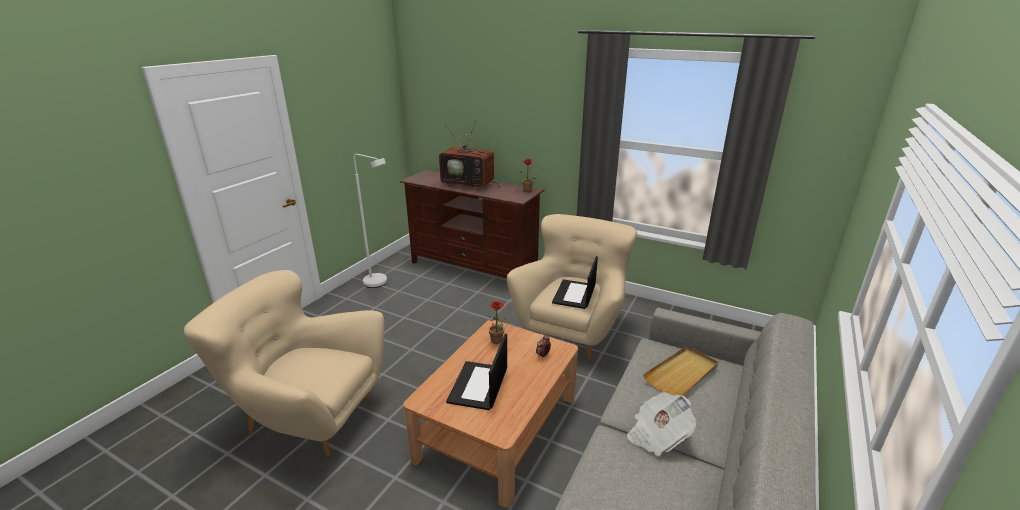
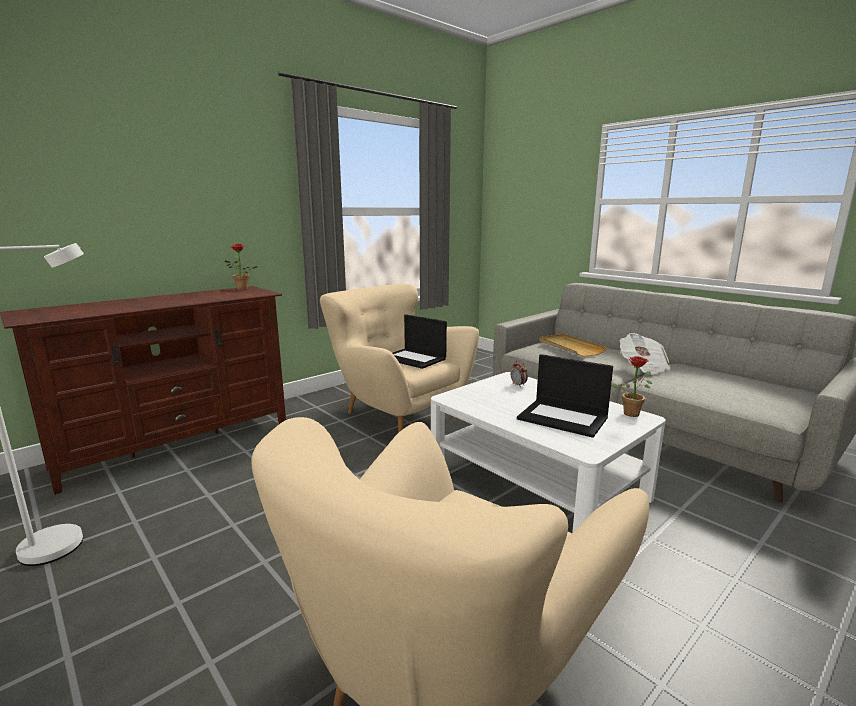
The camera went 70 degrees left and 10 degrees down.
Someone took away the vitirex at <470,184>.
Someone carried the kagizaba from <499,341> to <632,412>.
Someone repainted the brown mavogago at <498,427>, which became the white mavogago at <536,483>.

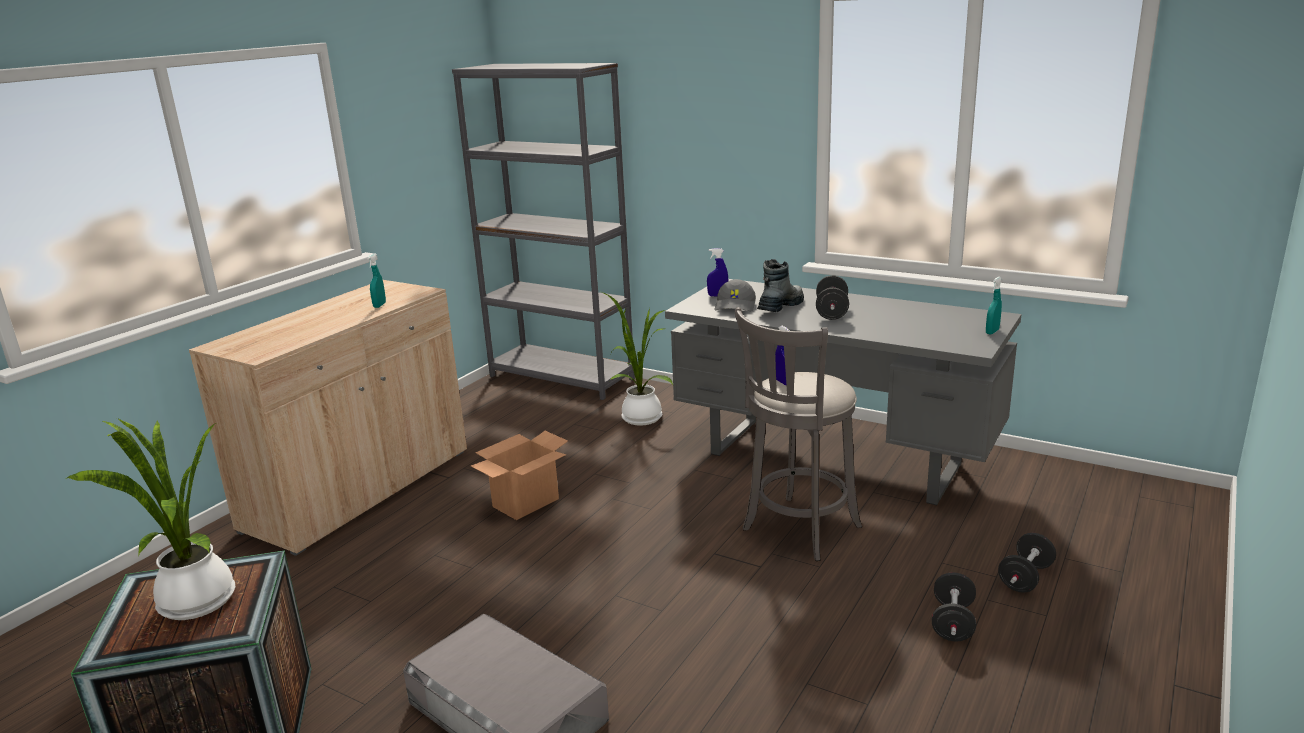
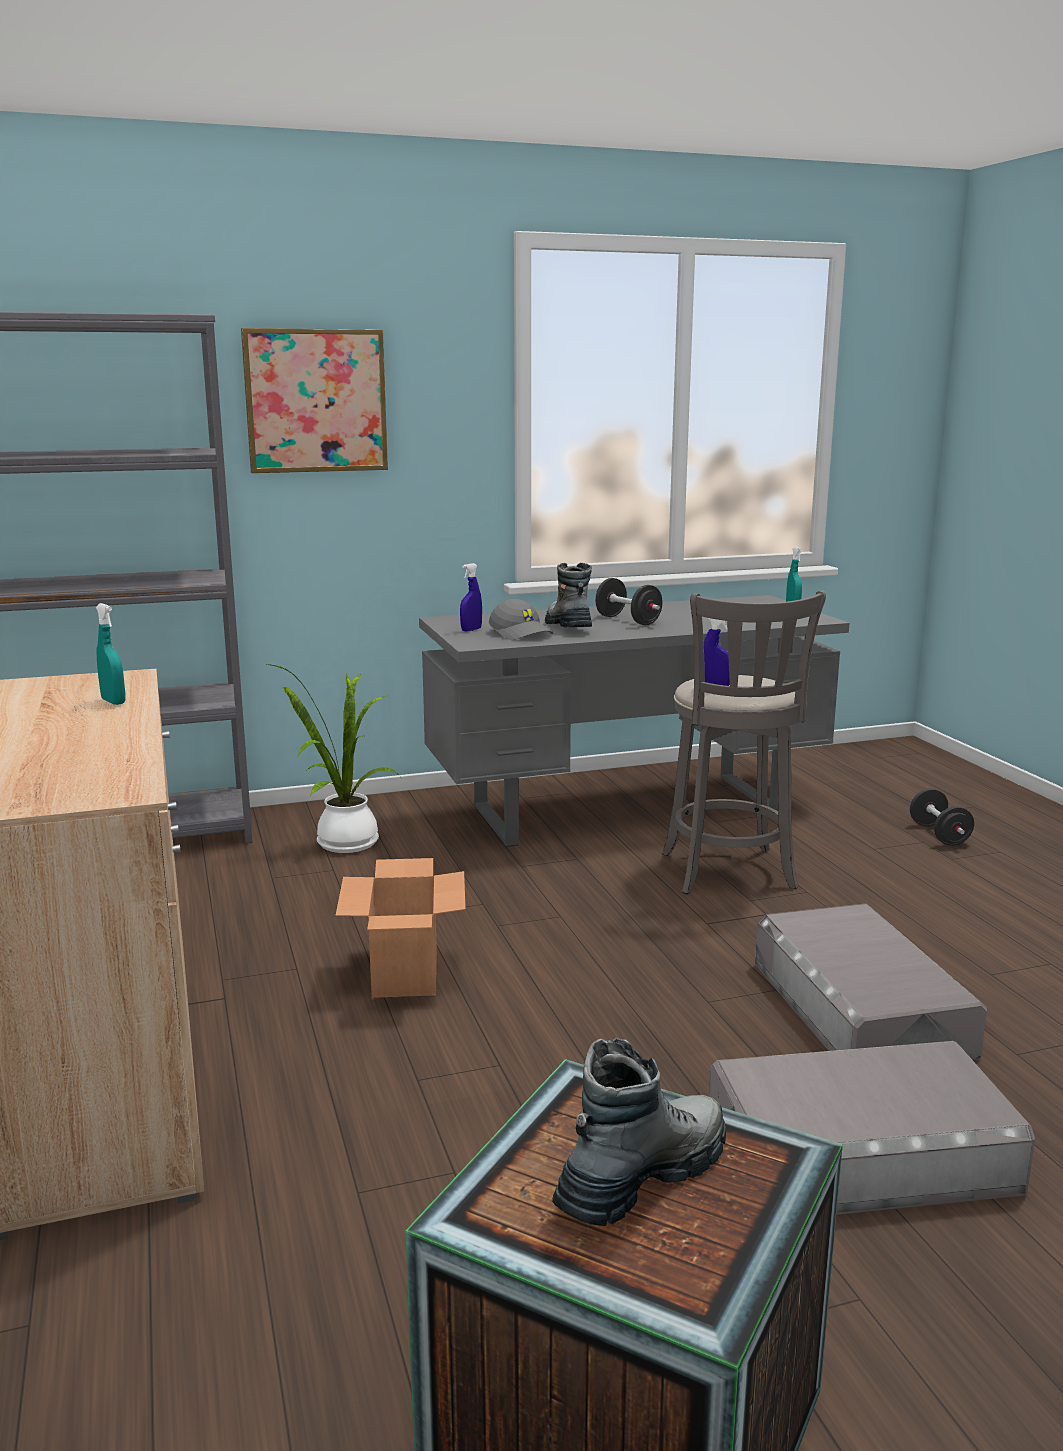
The camera went 50 degrees left and 5 degrees down.
Someone swapped the kagizaba at <194,605> for the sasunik at <642,1177>.
Someone took away the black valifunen at <952,623>.
Someone put up the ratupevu at <316,401>.
Someone put down the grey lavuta at <860,1008>.

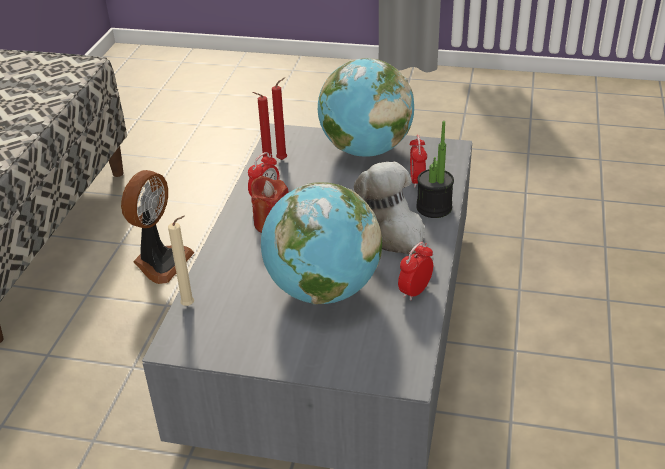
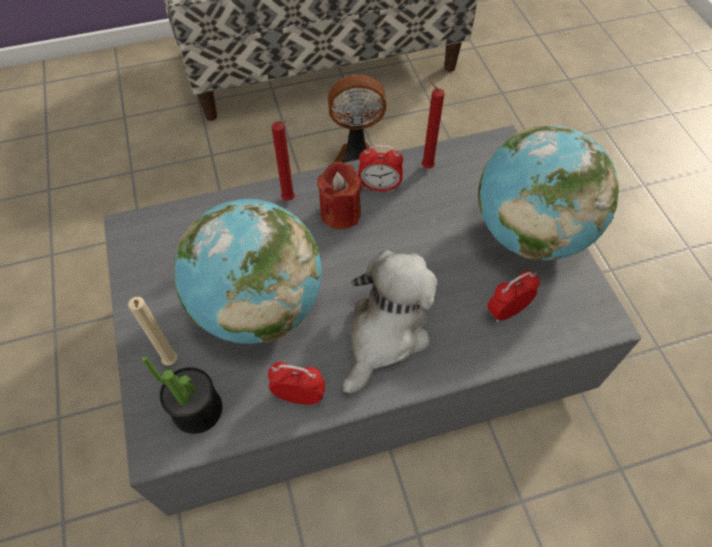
The camera went 60 degrees right and 20 degrees up.
Someone carried the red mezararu from <283,159> to <290,200>.
Someone carried the kagizaba from <434,208> to <197,410>.
Someone carried the beige mezararu from <190,305> to <172,363>.

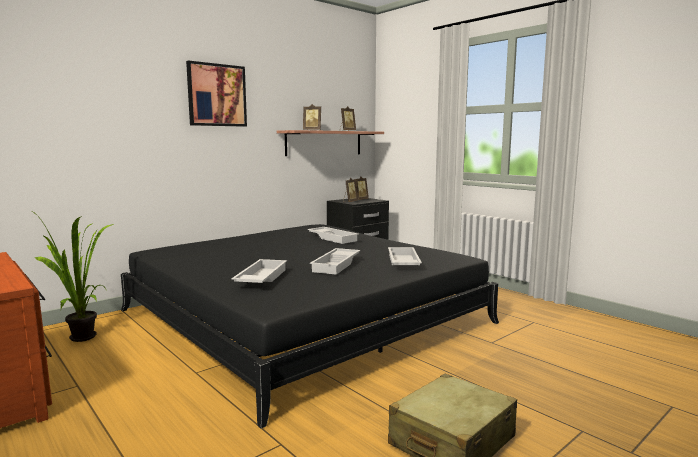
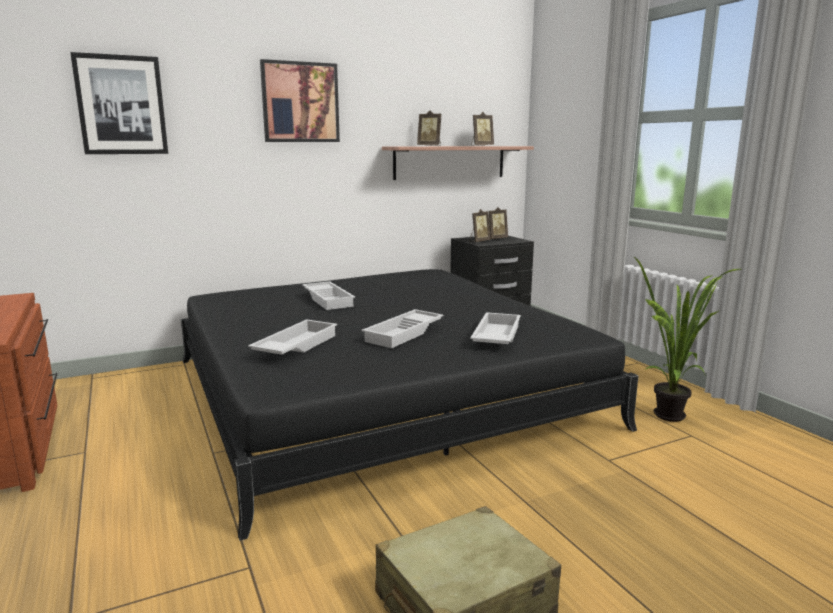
The camera went 15 degrees right and 5 degrees up.
Someone carried the kagizaba from <81,340> to <672,419>.
Someone carried the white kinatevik from <333,238> to <329,300>.
Someone put up the ratupevu at <121,105>.

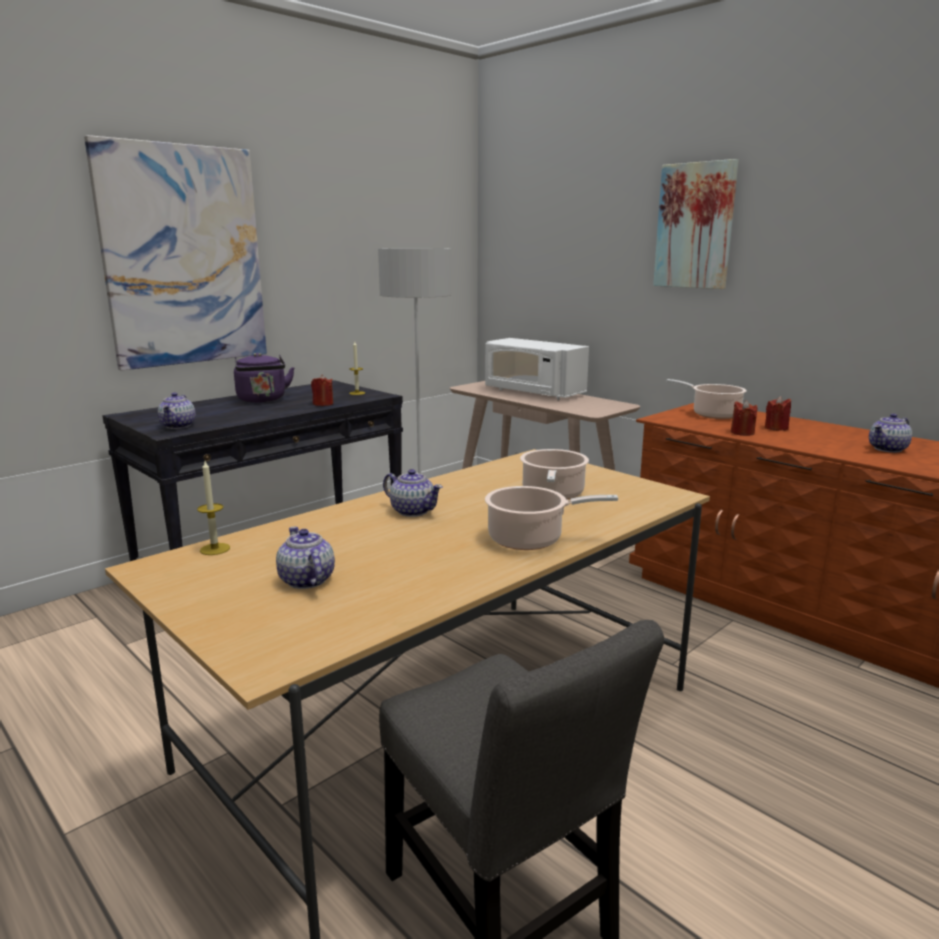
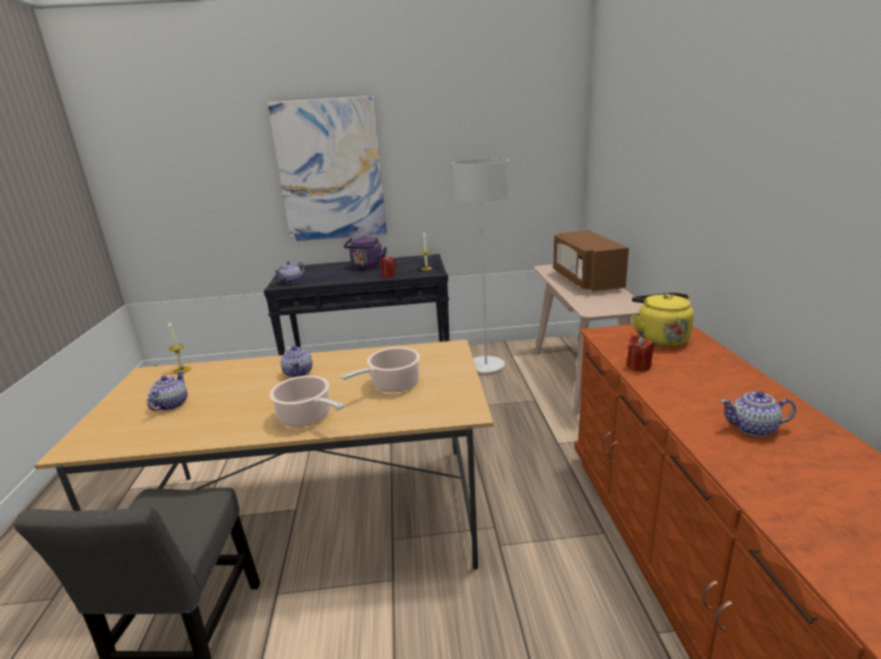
The camera went 40 degrees right and 5 degrees up.
Someone took away the ratupevu at <695,226>.
Someone repainted the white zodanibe at <533,392>, which became the brown zodanibe at <586,281>.
Someone swapped the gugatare at <713,414> for the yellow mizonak at <660,338>.
Someone took away the red mezararu at <776,428>.

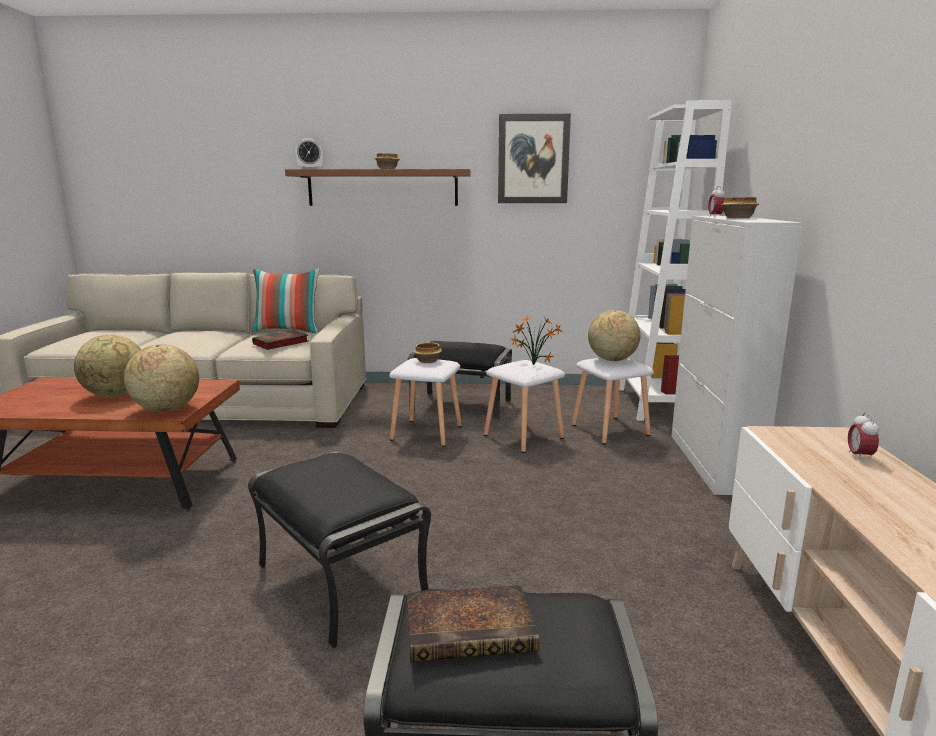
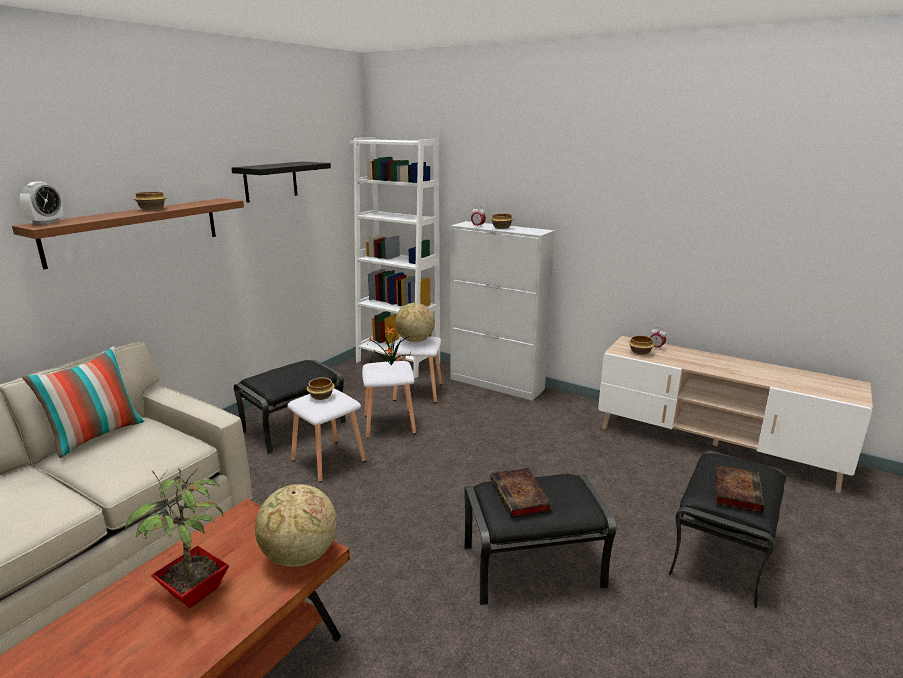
The camera went 60 degrees left and 5 degrees up.
Someone swapped the ratupevu at <533,159> for the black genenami at <270,181>.
Someone carried the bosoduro from <280,343> to <521,497>.
Someone swapped the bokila at <115,395> for the kagizaba at <192,594>.
Someone put down the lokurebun at <640,352>.

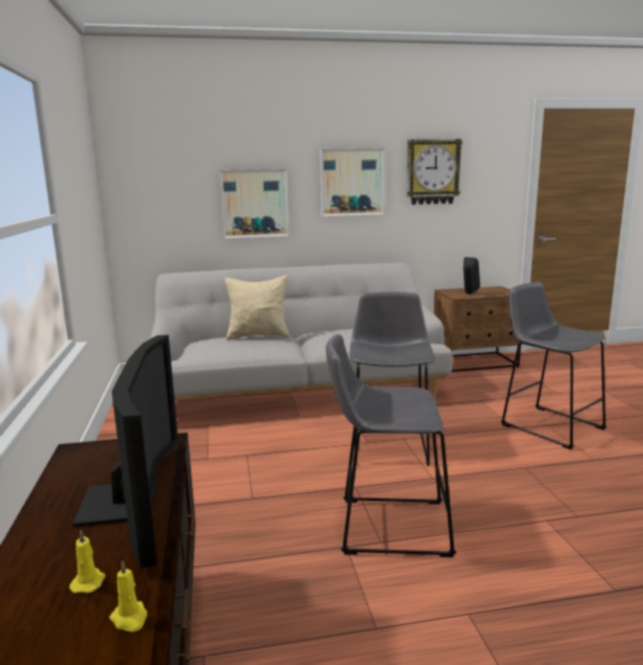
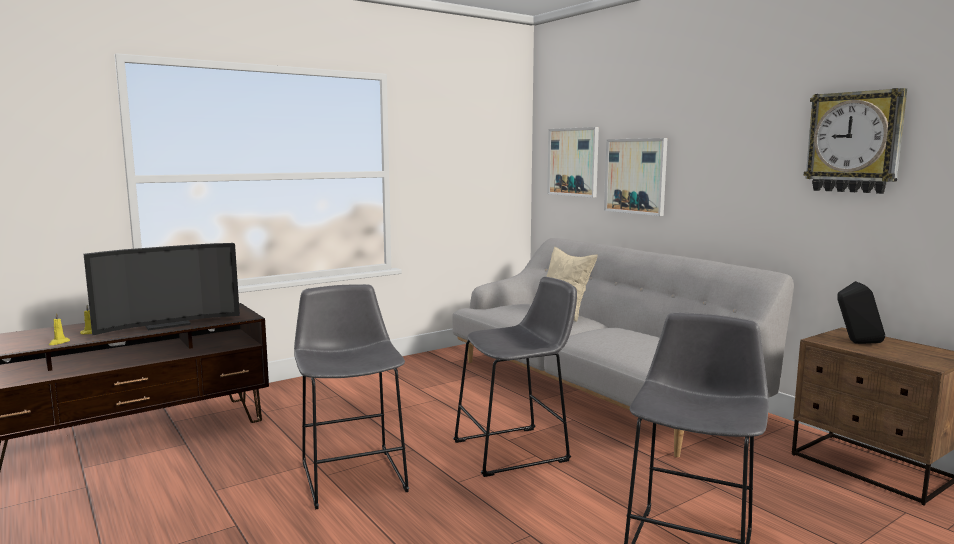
The camera went 65 degrees right and 5 degrees down.
Someone carried the ratupevu from <352,182> to <573,162>.

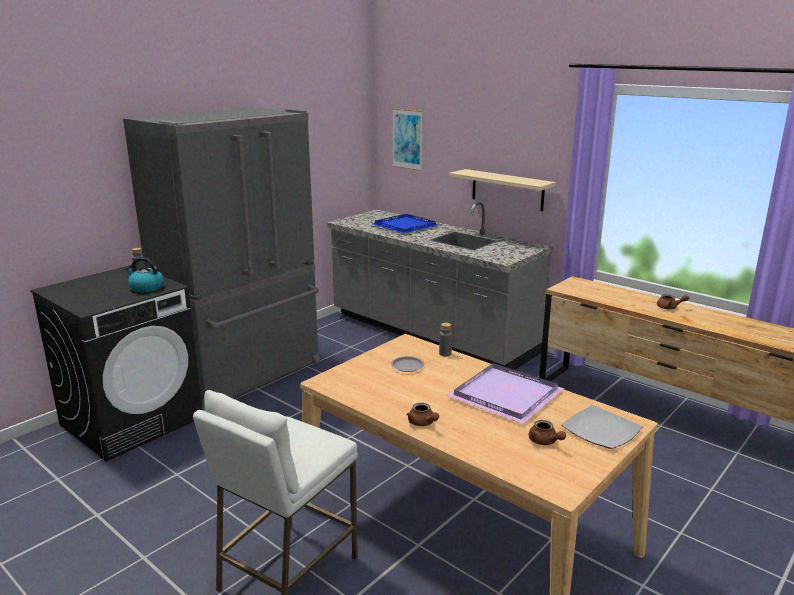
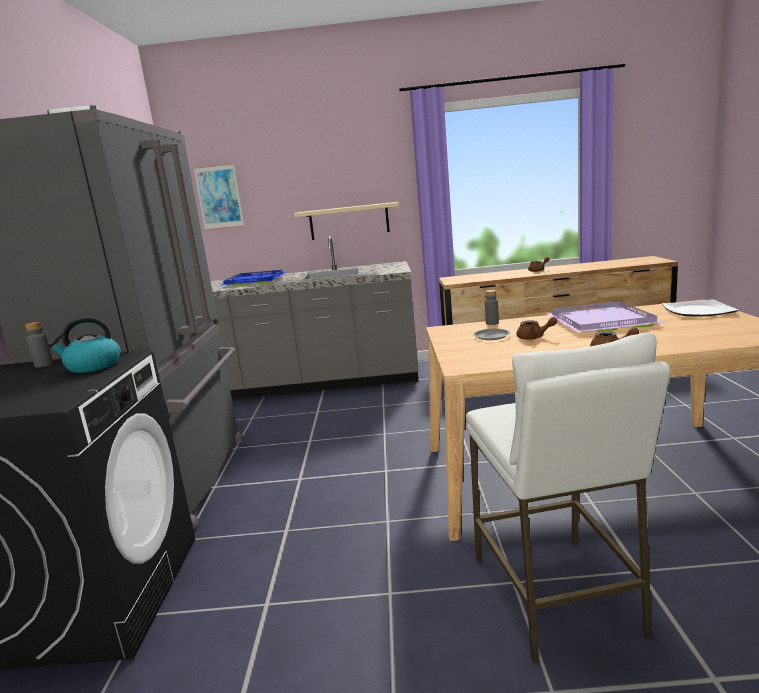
The camera went 40 degrees left and 5 degrees down.
Someone carried the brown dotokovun from <545,442> to <534,337>.

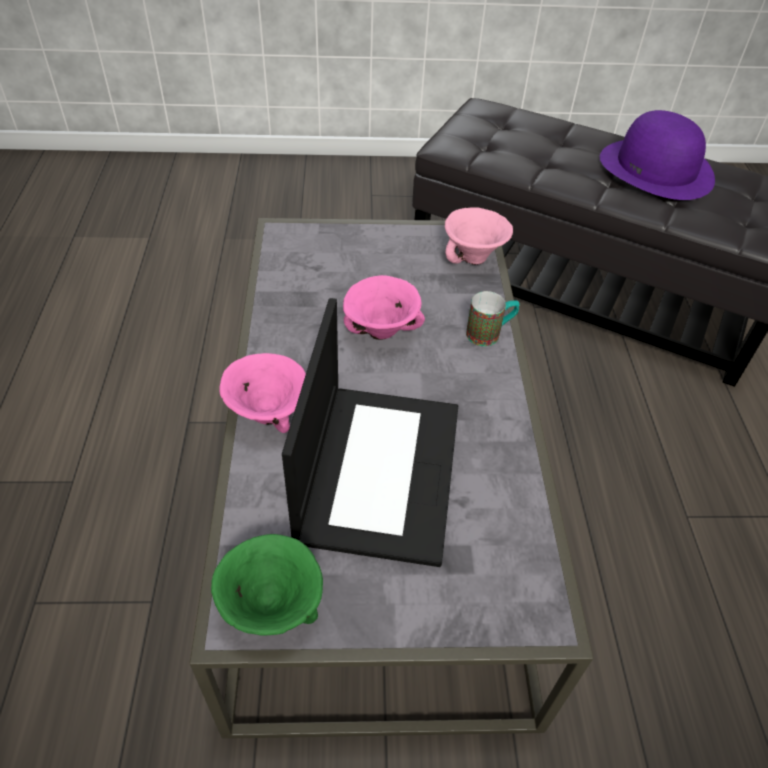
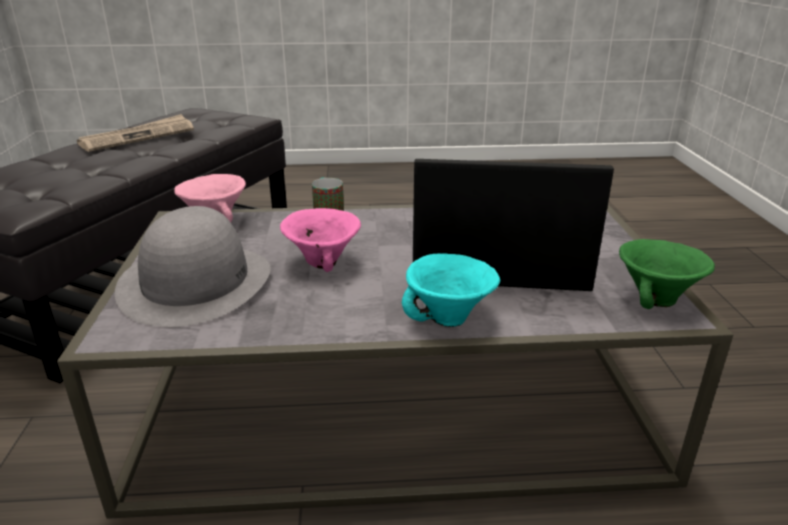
The camera went 90 degrees left and 20 degrees down.
Someone swapped the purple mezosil at <656,169> for the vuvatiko at <138,137>.
Someone repainted the pink lokurebun at <266,413>, which became the turquoise lokurebun at <449,319>.
Someone put down the grey mezosil at <196,282>.

